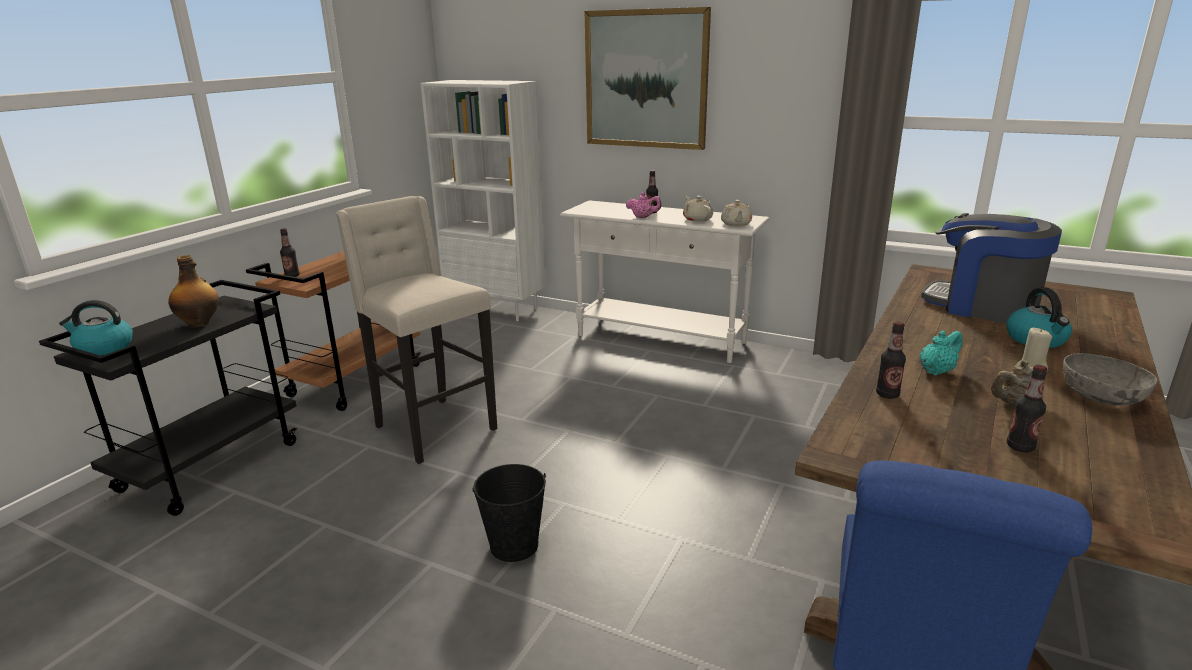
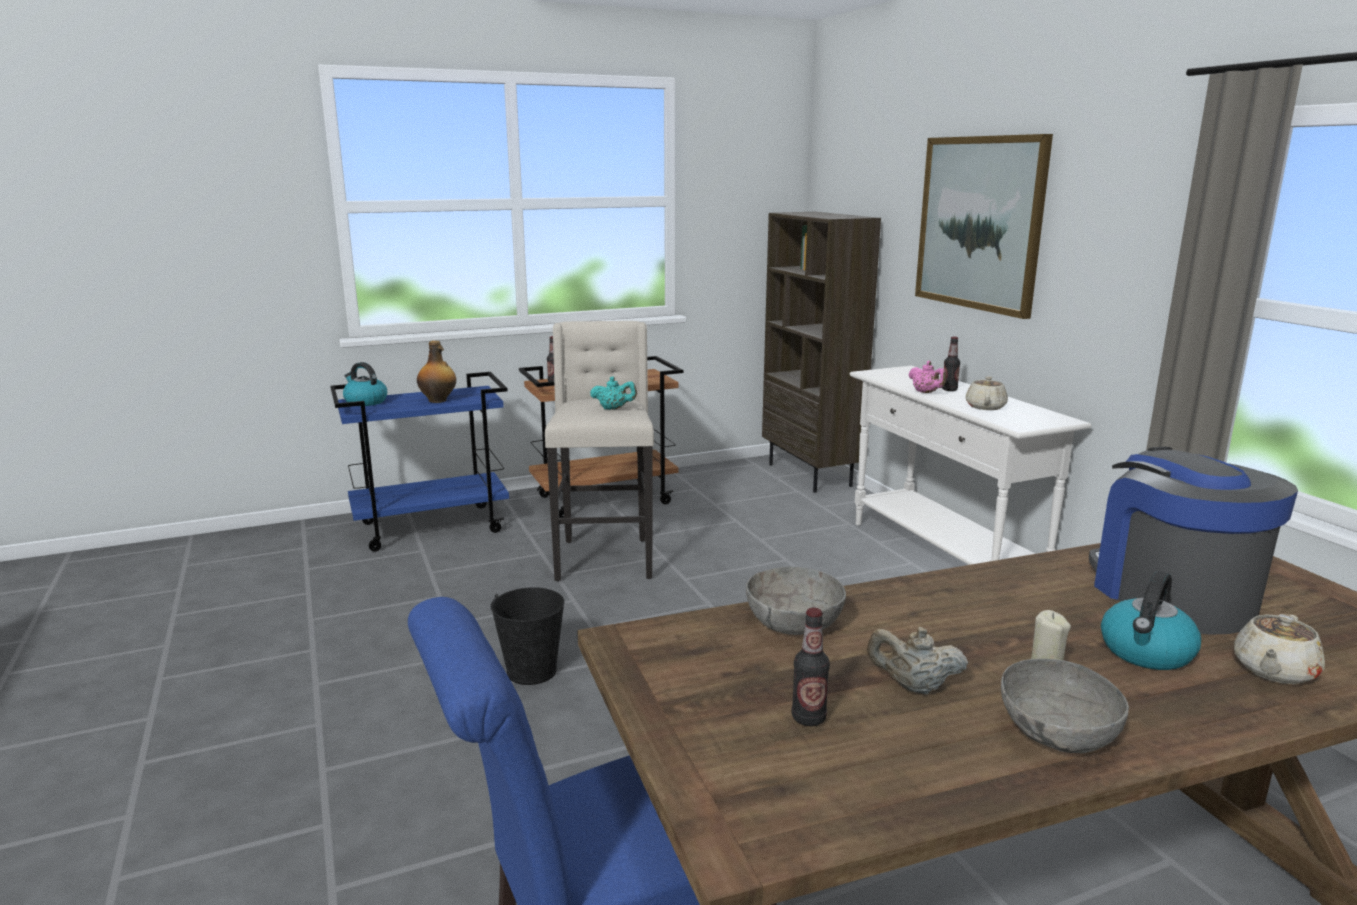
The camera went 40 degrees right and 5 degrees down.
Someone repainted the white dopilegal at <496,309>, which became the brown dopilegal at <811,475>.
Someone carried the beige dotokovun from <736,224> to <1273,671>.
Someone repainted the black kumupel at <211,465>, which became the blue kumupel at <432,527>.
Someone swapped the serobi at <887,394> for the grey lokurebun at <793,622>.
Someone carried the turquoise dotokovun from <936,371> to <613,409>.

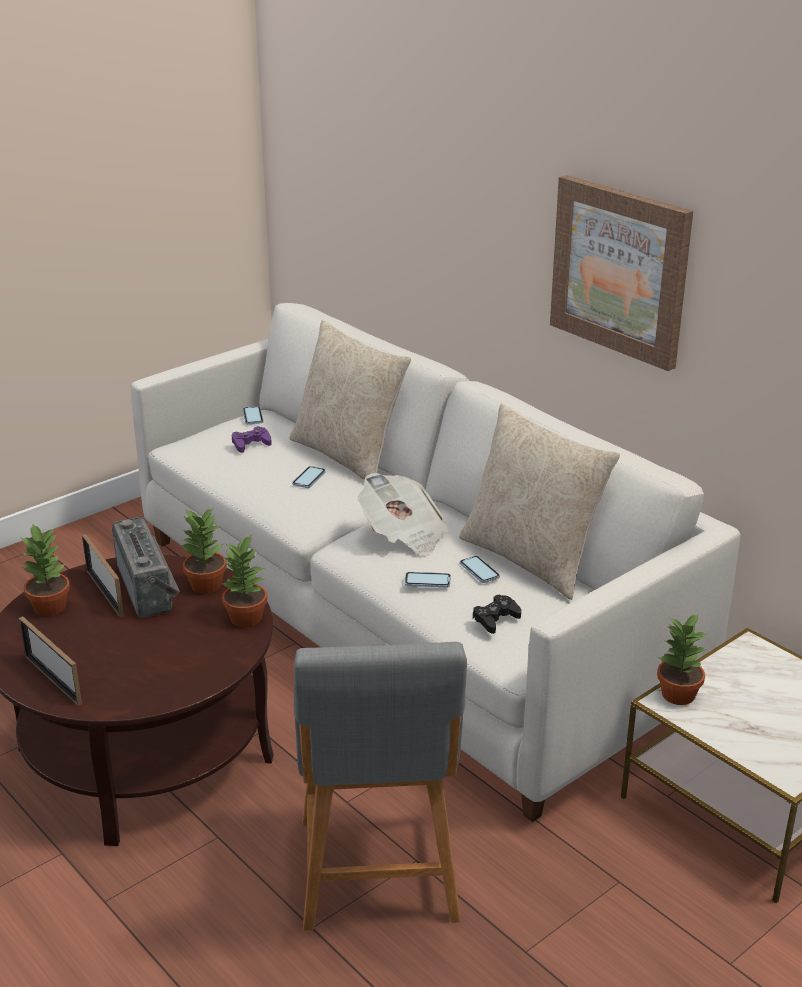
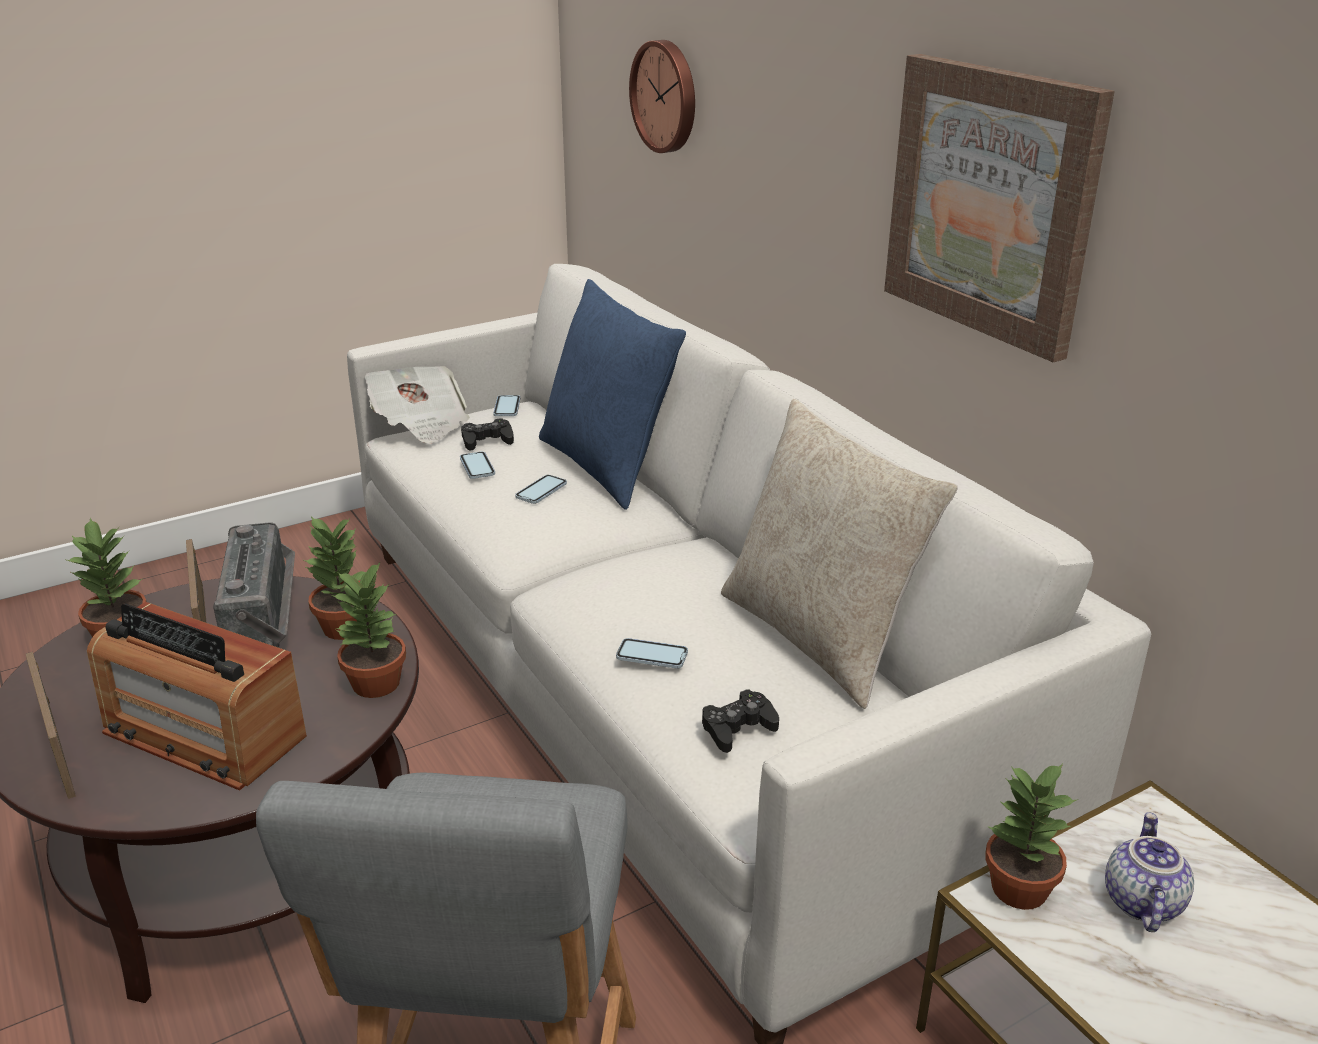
The camera went 10 degrees right and 0 degrees up.
Someone repainted the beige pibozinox at <348,456>, which became the blue pibozinox at <608,466>.
Someone repainted the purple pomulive at <251,444>, which became the black pomulive at <487,440>.
Someone carried the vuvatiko from <403,534> to <420,423>.
Someone carried the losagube from <479,570> to <477,467>.
Someone put up the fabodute at <666,96>.
Someone put down the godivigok at <204,734>.
Someone put down the dotokovun at <1140,901>.

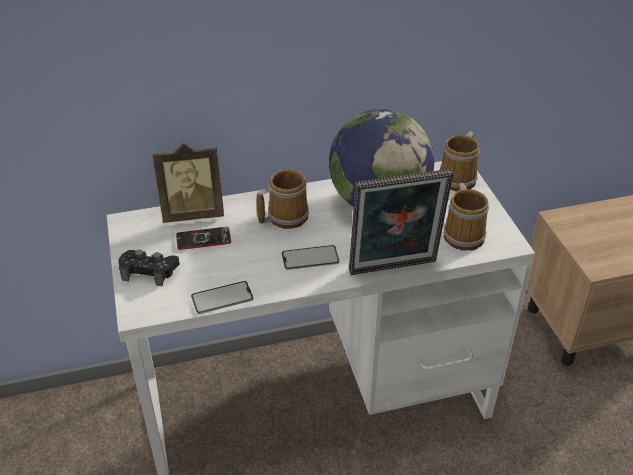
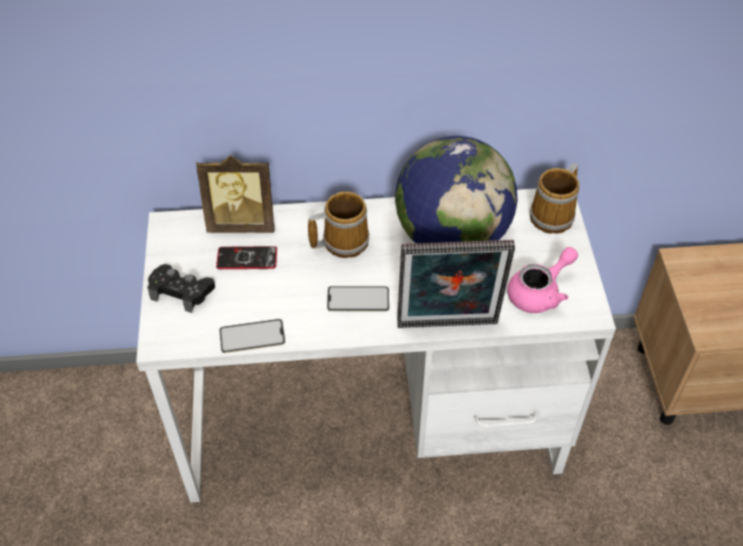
The camera went 10 degrees right and 10 degrees up.
Someone swapped the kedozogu at <464,234> for the pink dotokovun at <539,293>.

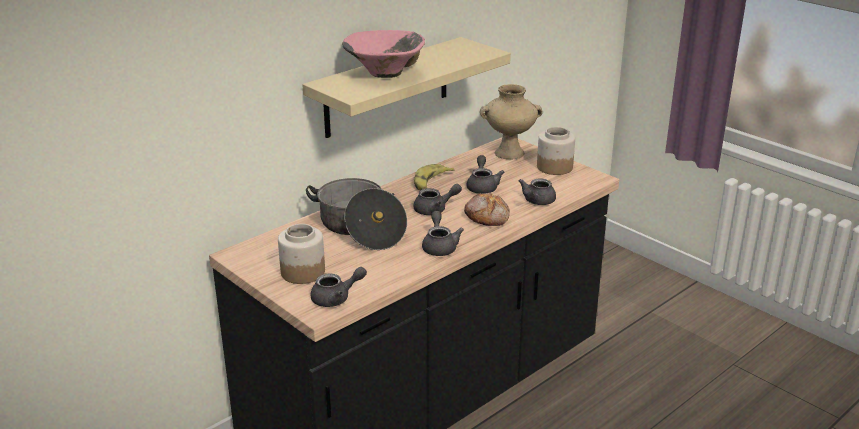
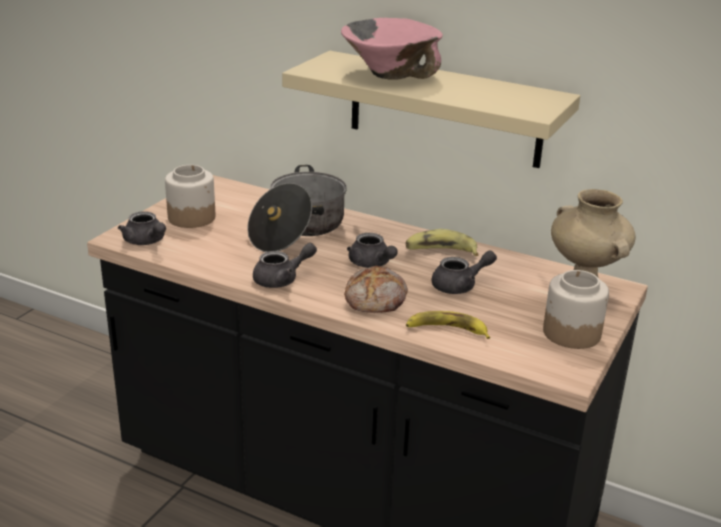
The camera went 70 degrees right and 0 degrees up.
Someone swapped the grey dotokovun at <536,201> for the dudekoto at <446,330>.

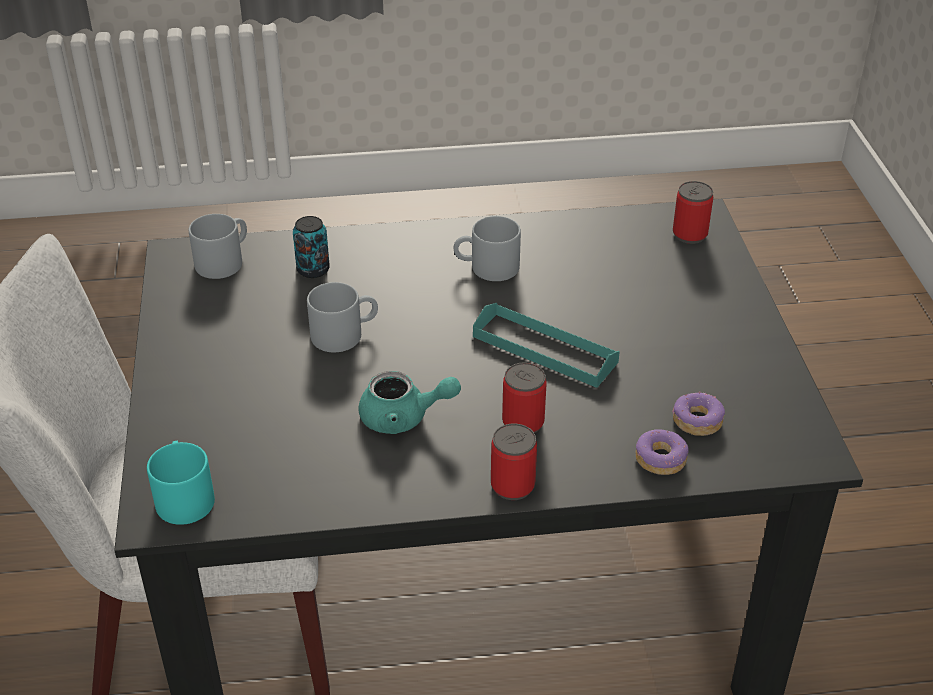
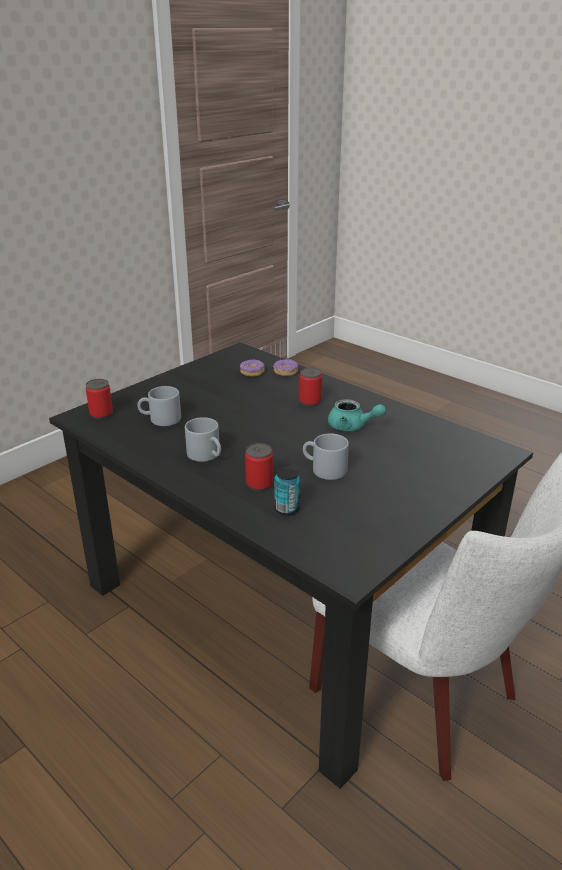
The camera went 130 degrees left and 10 degrees down.
Someone carried the grey kedozogu from <224,260> to <160,419>.
Someone took away the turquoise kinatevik at <544,349>.
Someone rotated the turquoise dotokovun at <403,418> by 150 degrees clockwise.
Someone carried the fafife from <512,486> to <259,484>.
Someone took away the turquoise kedozogu at <183,495>.

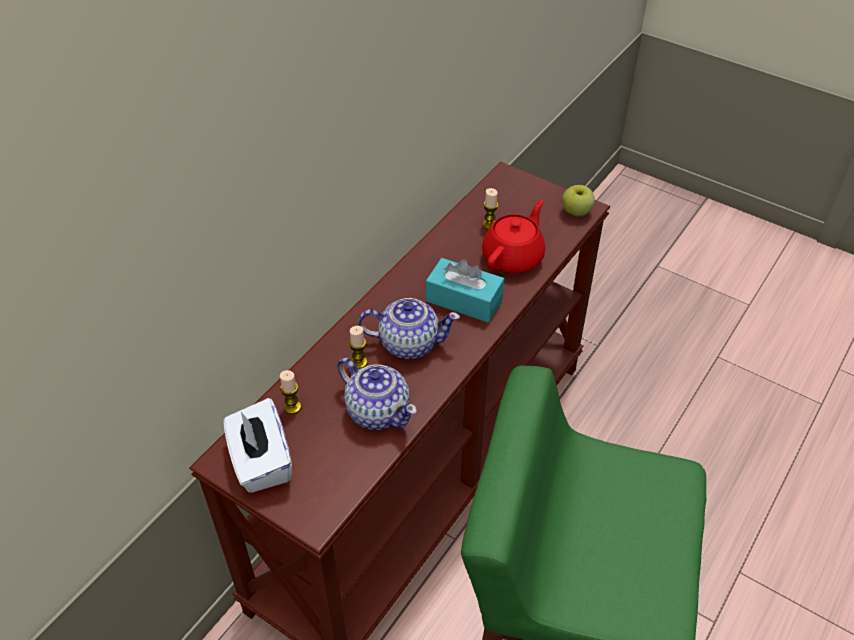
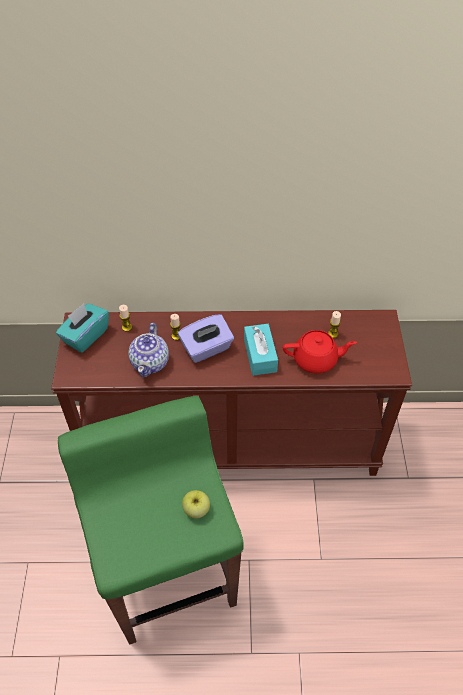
The camera went 55 degrees right and 5 degrees up.
Someone carried the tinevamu from <576,212> to <196,510>.
Someone swapped the dotokovun at <408,343> for the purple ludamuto at <206,348>.
Someone repainted the white ludamuto at <261,462>, which became the turquoise ludamuto at <85,336>.

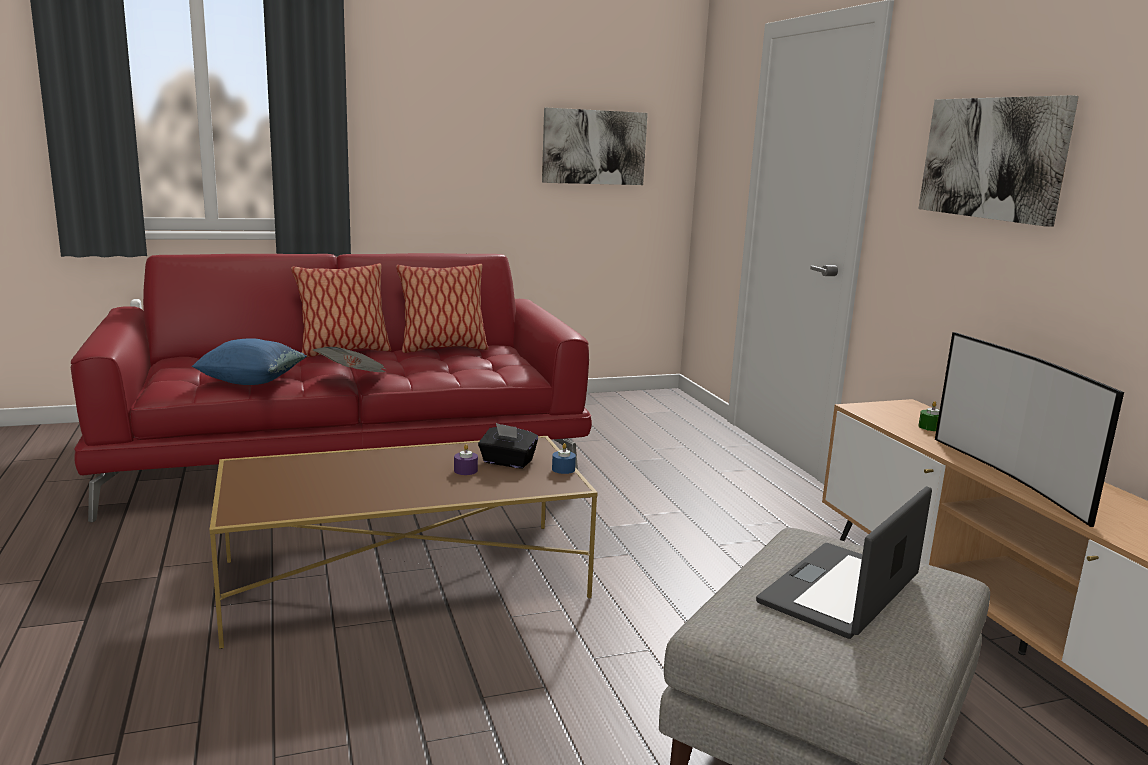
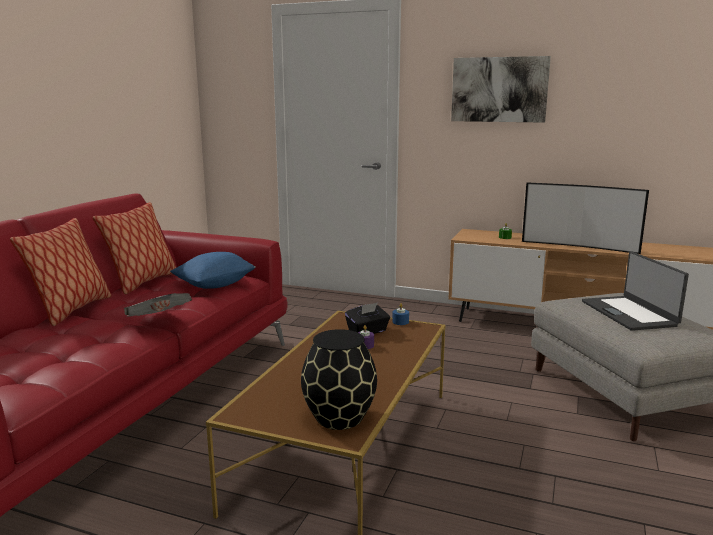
The camera went 50 degrees left and 0 degrees up.
Someone took away the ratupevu at <593,147>.
Someone carried the blue pibozinox from <251,382> to <215,285>.
Someone put down the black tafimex at <338,418>.

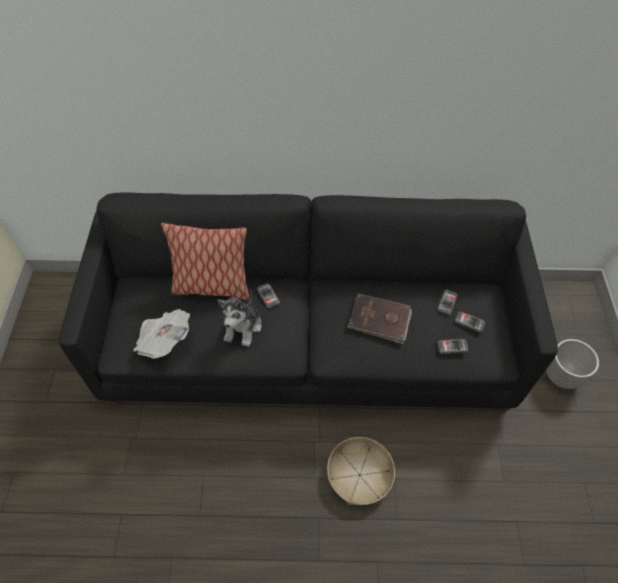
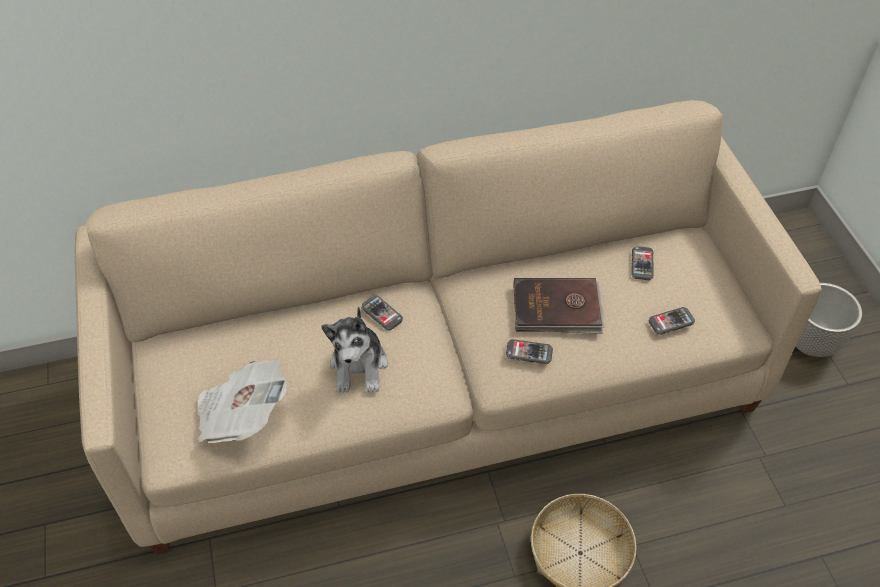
The camera went 15 degrees left and 5 degrees down.
Someone repainted the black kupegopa at <309,343>, which became the beige kupegopa at <441,384>.
Someone took away the pibozinox at <212,287>.
Someone carried the losagube from <469,322> to <529,352>.

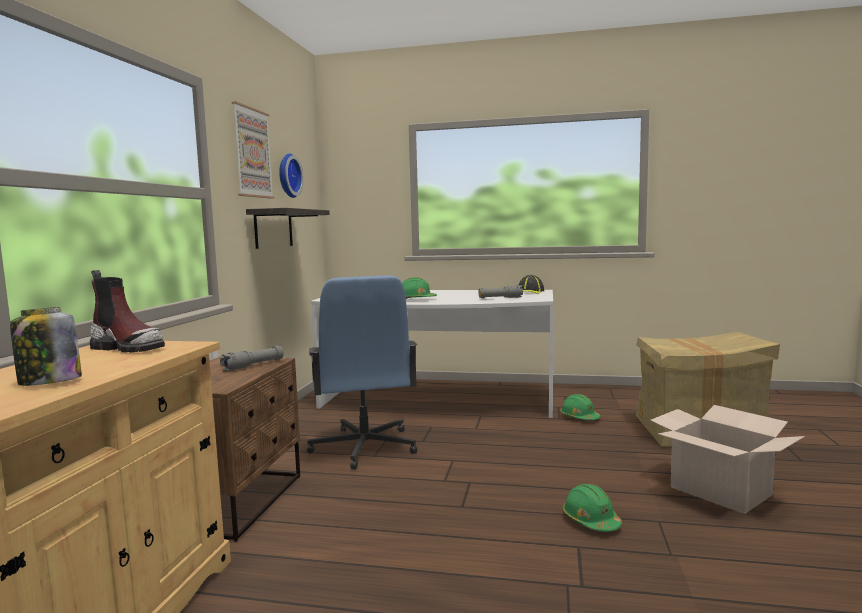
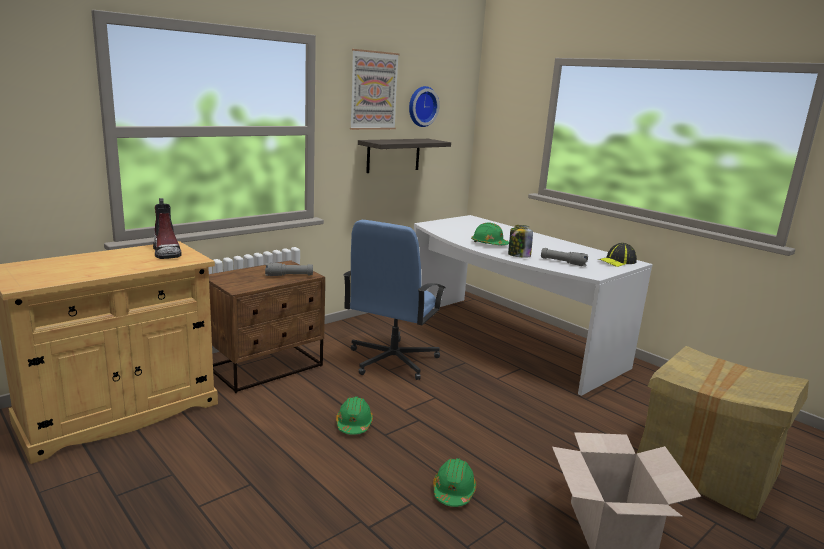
The camera went 35 degrees right and 10 degrees up.
Someone carried the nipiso from <49,382> to <518,256>.
Someone carried the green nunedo from <579,417> to <354,424>.

